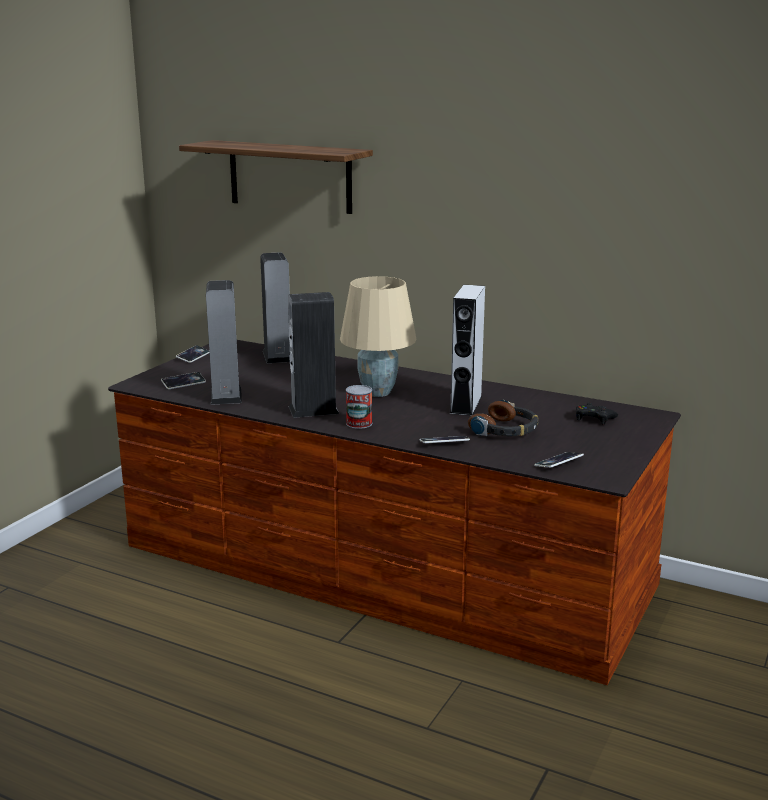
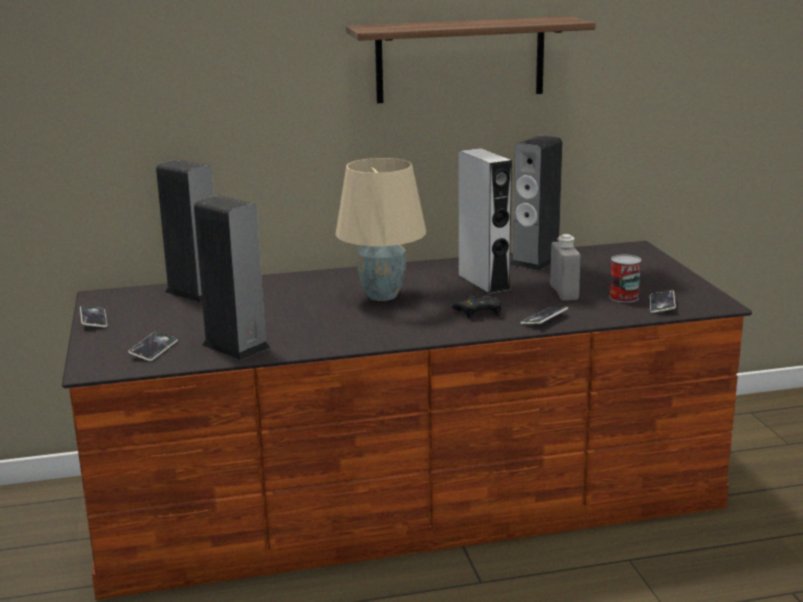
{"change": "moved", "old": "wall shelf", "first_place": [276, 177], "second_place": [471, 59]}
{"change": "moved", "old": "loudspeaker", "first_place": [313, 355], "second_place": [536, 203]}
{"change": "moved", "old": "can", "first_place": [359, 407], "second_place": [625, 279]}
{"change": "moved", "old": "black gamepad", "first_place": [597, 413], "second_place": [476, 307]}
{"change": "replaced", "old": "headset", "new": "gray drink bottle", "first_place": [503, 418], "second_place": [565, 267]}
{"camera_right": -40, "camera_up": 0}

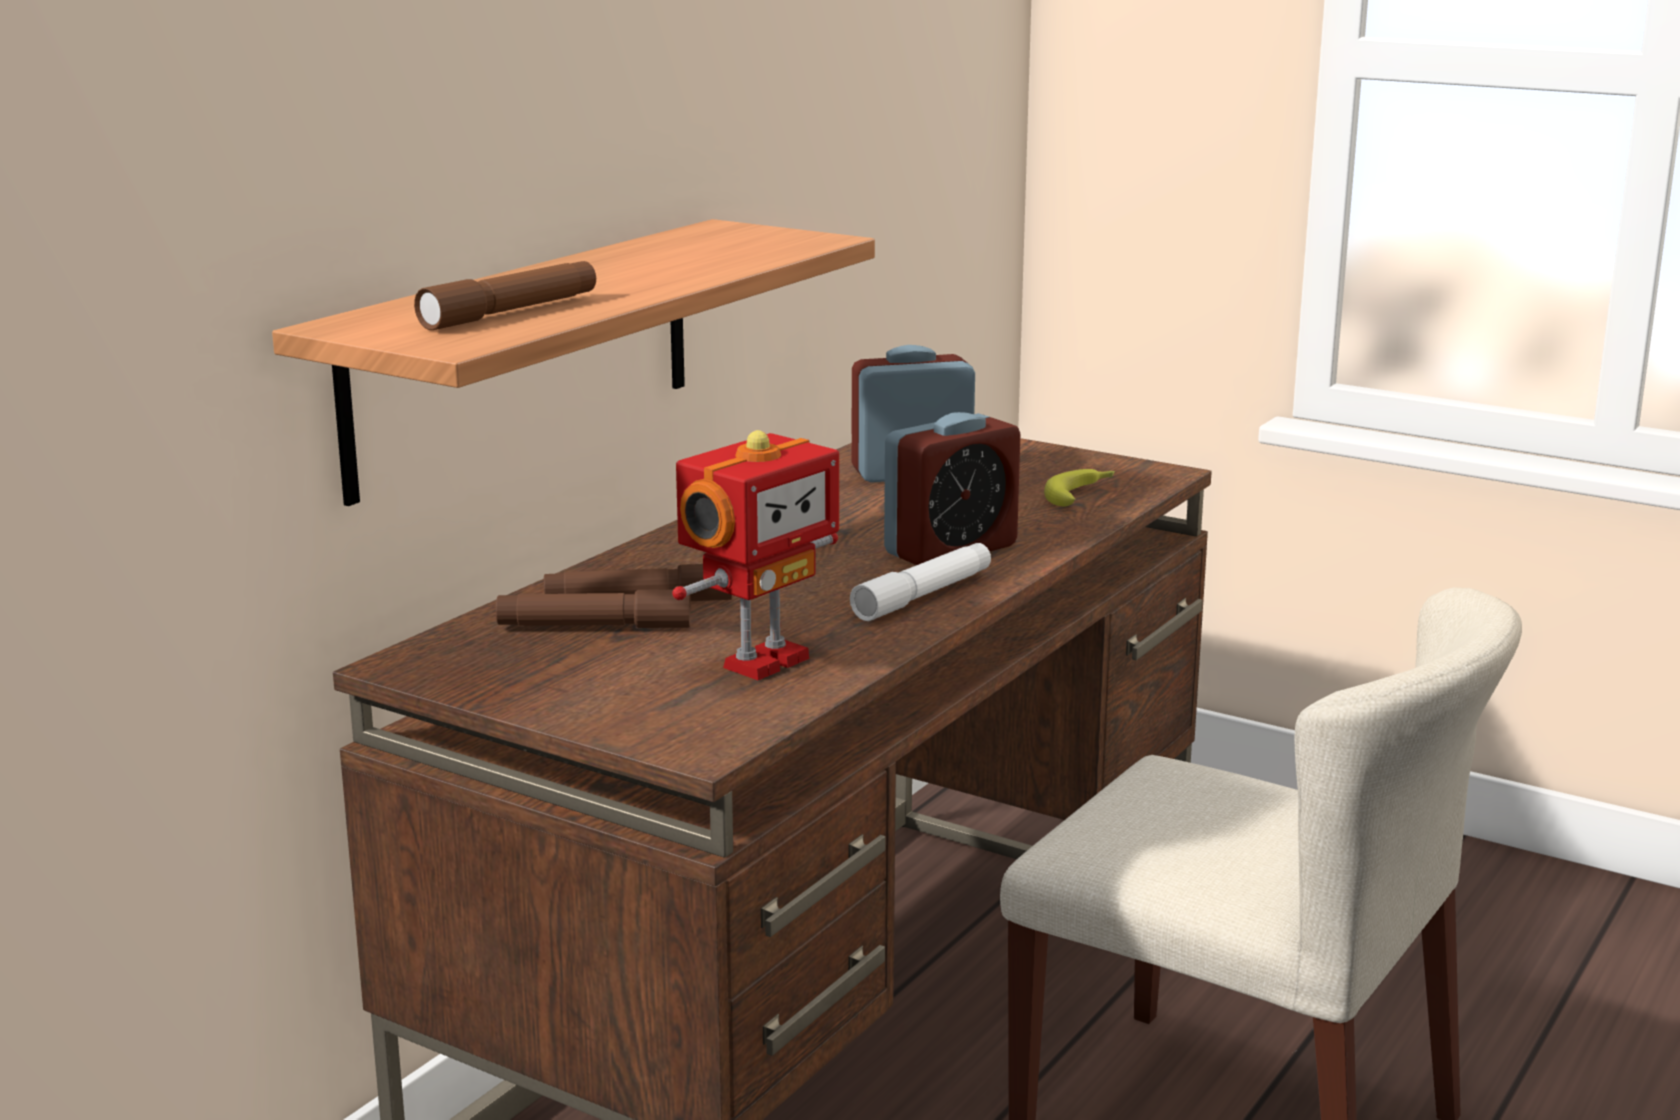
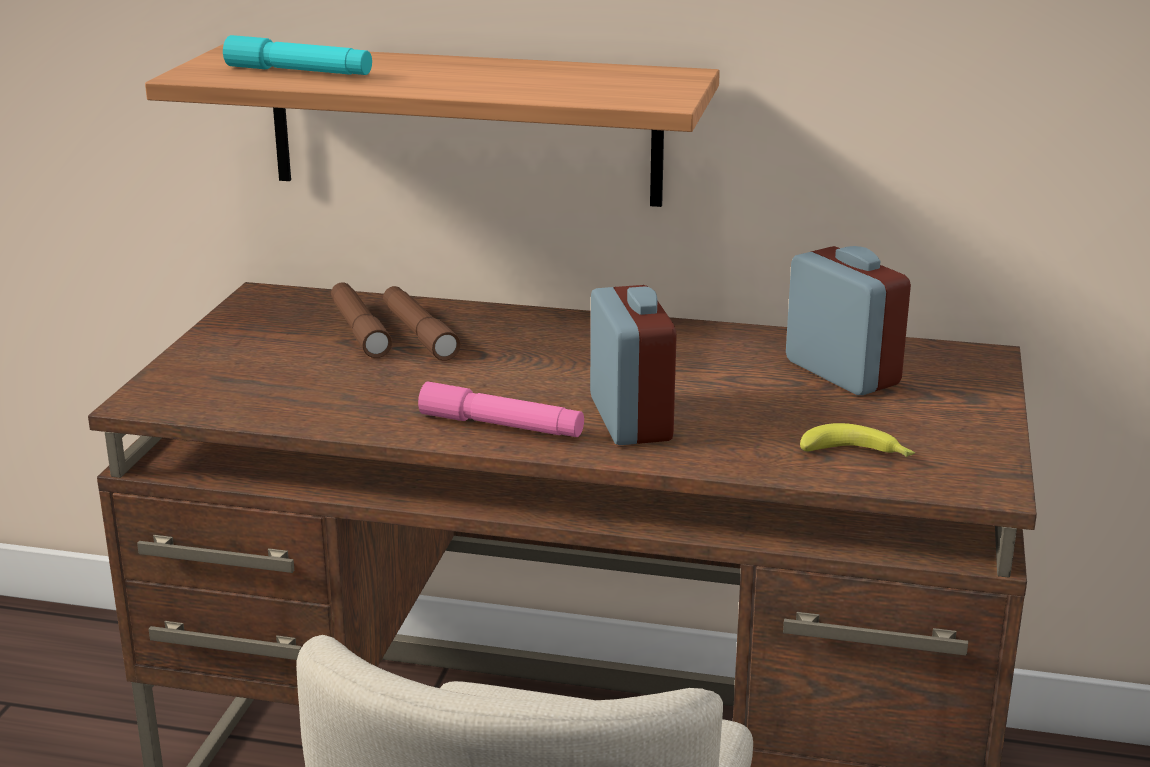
{"change": "removed", "old": "model robot", "first_place": [755, 555]}
{"change": "recoloured", "old": "brownish torch", "new": "turquoise-coloured torch", "first_place": [505, 295], "second_place": [297, 55]}
{"change": "recoloured", "old": "white torch", "new": "pinkish torch", "first_place": [920, 582], "second_place": [501, 409]}
{"change": "turned", "old": "bedside clock", "first_place": [952, 488], "second_place": [633, 365], "degrees": -135}
{"camera_right": 70, "camera_up": 5}

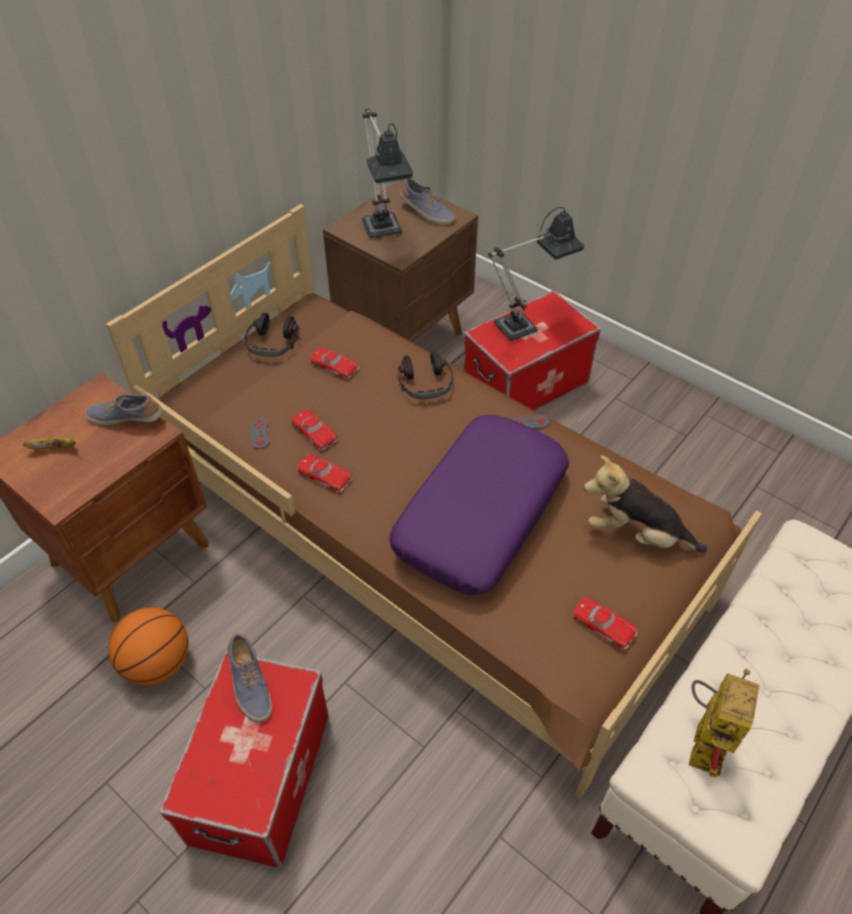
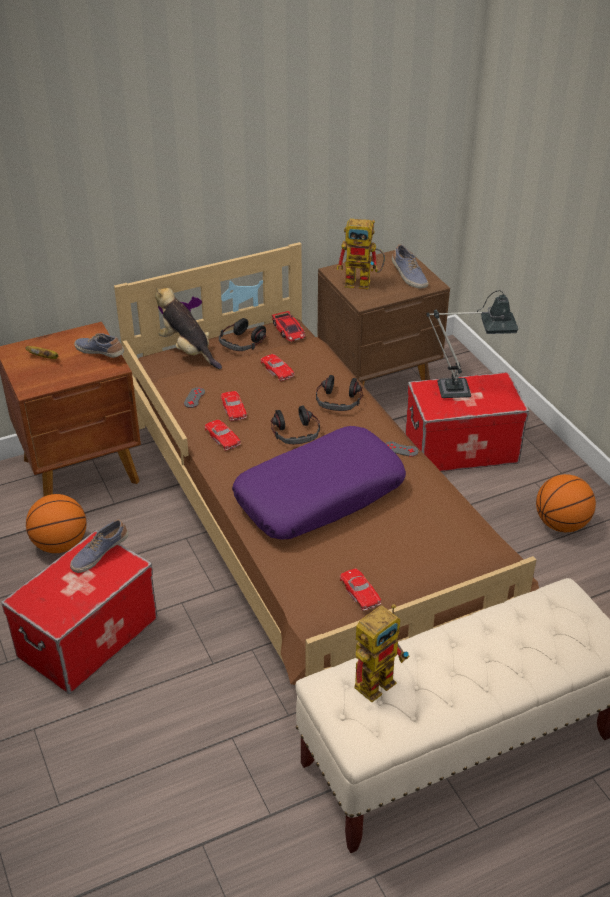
{"change": "added", "new": "headset", "second_place": [295, 425]}
{"change": "added", "new": "model car", "second_place": [288, 326]}
{"change": "added", "new": "basketball", "second_place": [566, 503]}
{"change": "moved", "old": "cuddly toy", "first_place": [646, 504], "second_place": [188, 328]}
{"change": "replaced", "old": "tabletop lamp", "new": "model robot", "first_place": [387, 173], "second_place": [360, 254]}
{"change": "turned", "old": "shoe", "first_place": [249, 678], "second_place": [99, 546], "degrees": 45}
{"camera_right": 25, "camera_up": -10}

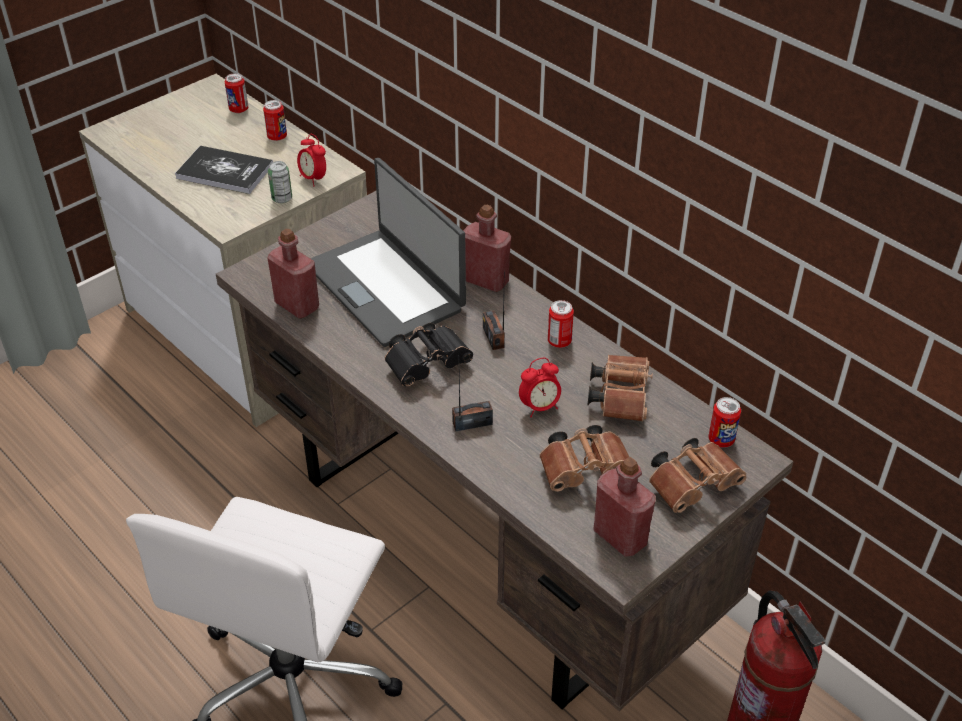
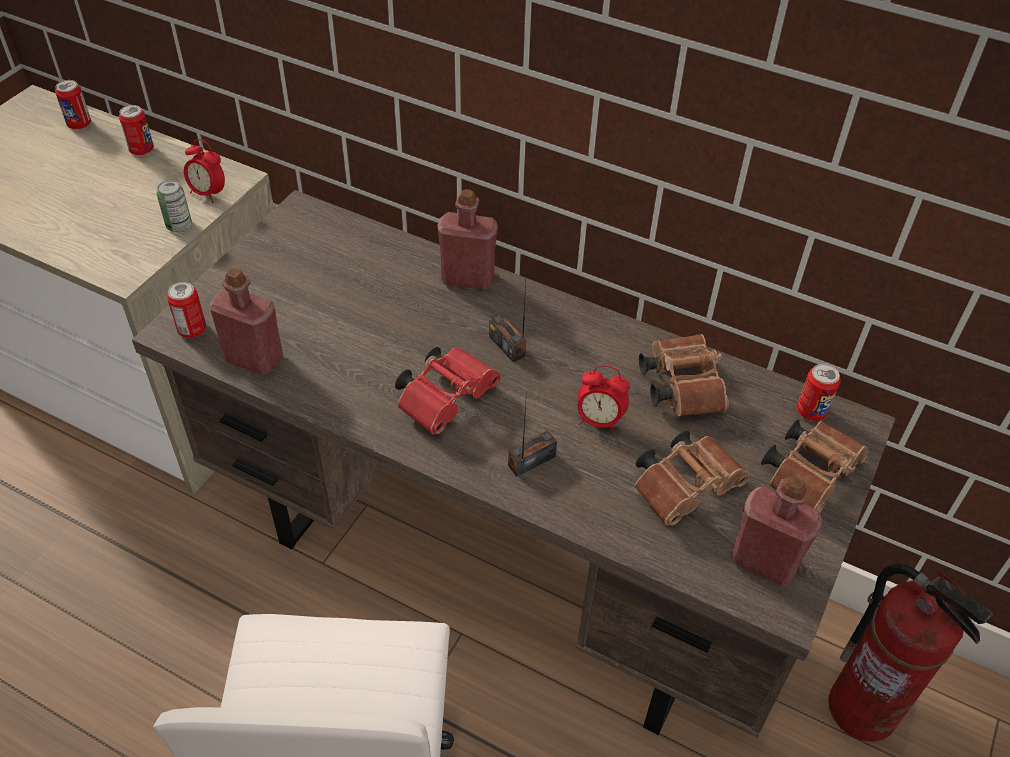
{"change": "removed", "old": "bound book", "first_place": [224, 170]}
{"change": "removed", "old": "laptop", "first_place": [388, 252]}
{"change": "moved", "old": "can", "first_place": [561, 324], "second_place": [186, 310]}
{"change": "recoloured", "old": "black pair of binoculars", "new": "red-coloured pair of binoculars", "first_place": [429, 354], "second_place": [448, 391]}
{"change": "turned", "old": "bedside clock", "first_place": [540, 387], "second_place": [603, 399], "degrees": 60}
{"camera_right": -20, "camera_up": 5}

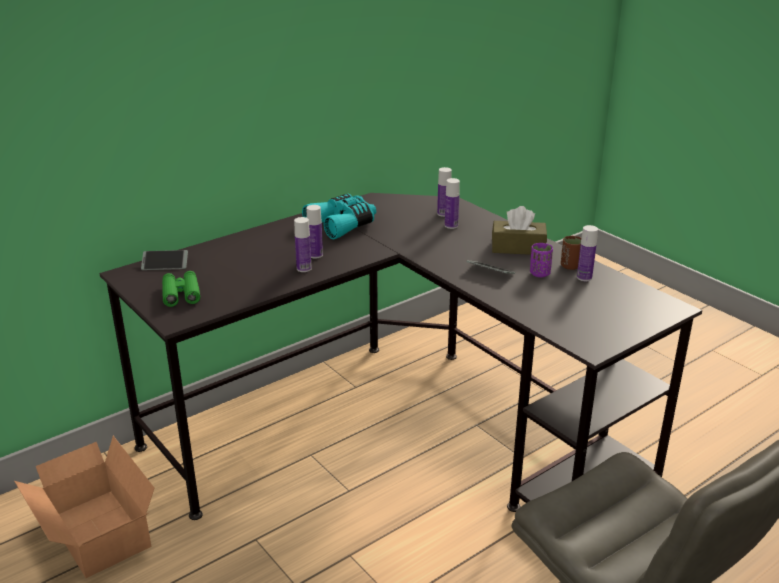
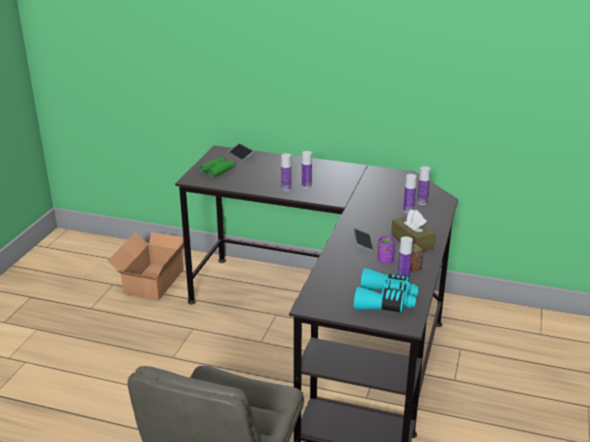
{"change": "moved", "old": "turquoise-coloured pair of binoculars", "first_place": [339, 216], "second_place": [386, 290]}
{"camera_right": 55, "camera_up": 0}

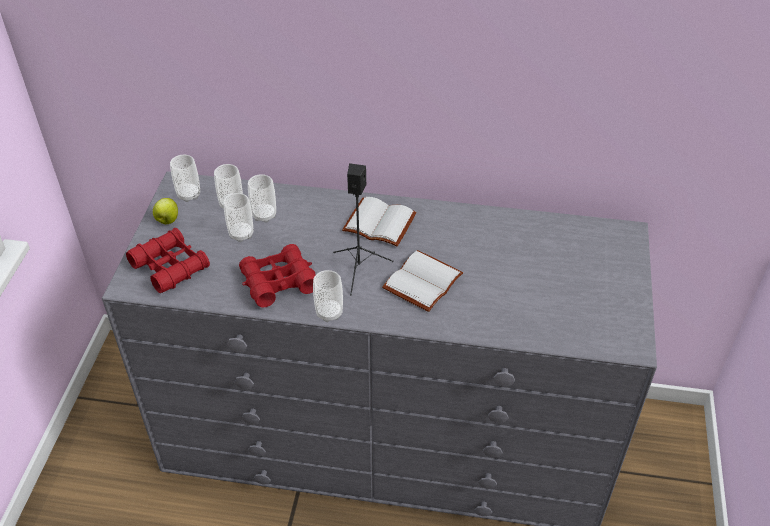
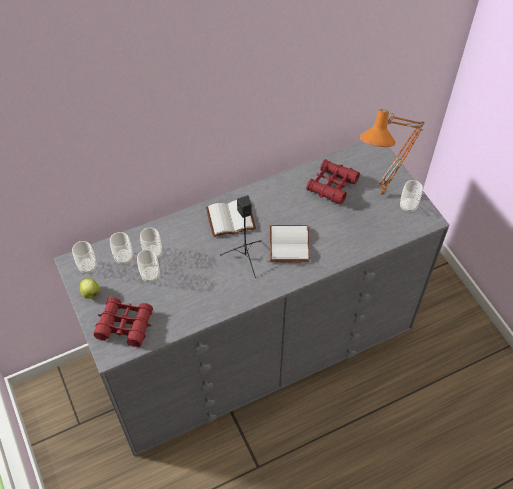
{"change": "added", "new": "orangey tabletop lamp", "second_place": [392, 152]}
{"change": "moved", "old": "red-coloured pair of binoculars", "first_place": [277, 276], "second_place": [333, 181]}
{"change": "moved", "old": "small cup", "first_place": [328, 296], "second_place": [411, 196]}
{"camera_right": -35, "camera_up": 10}

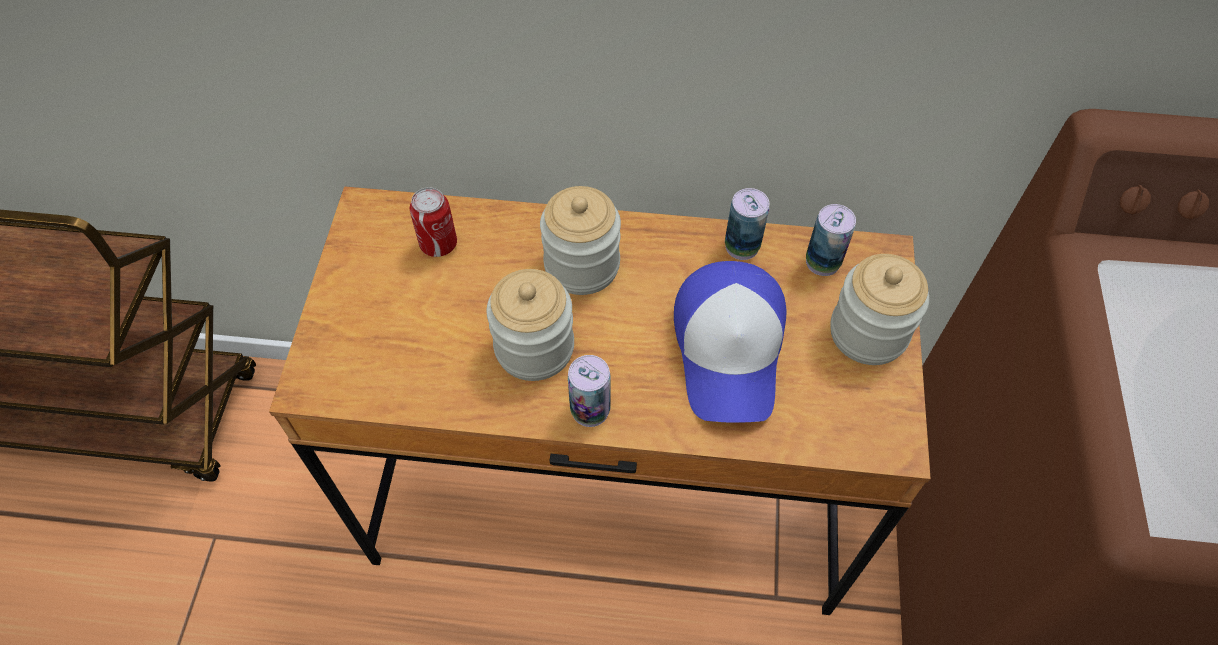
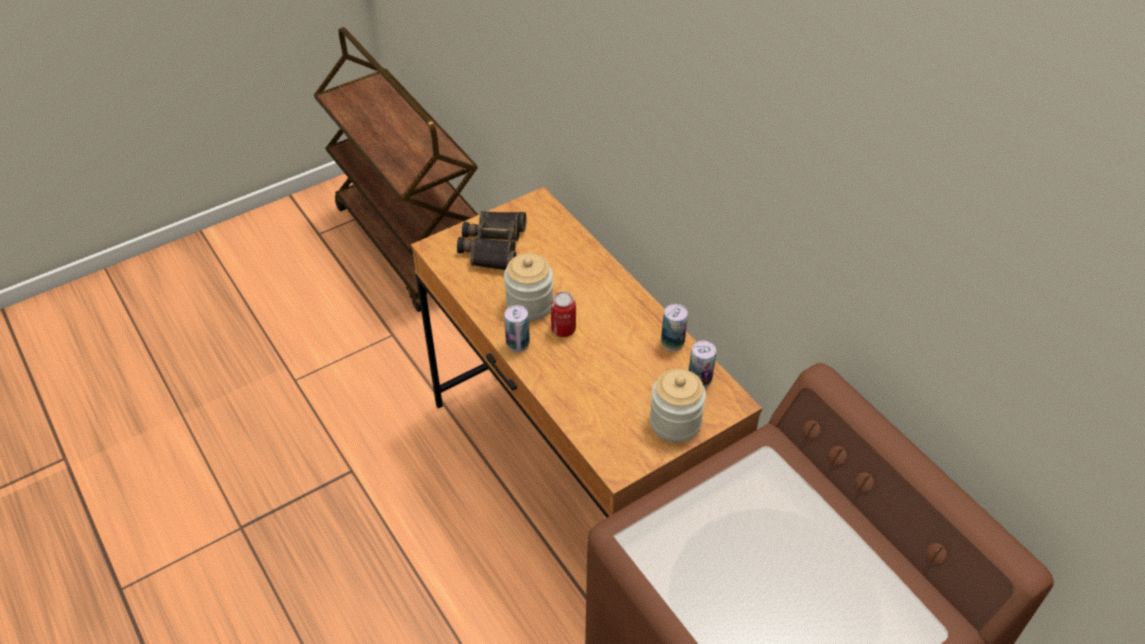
{"change": "removed", "old": "preserve jar", "first_place": [580, 240]}
{"change": "removed", "old": "baseball cap", "first_place": [730, 342]}
{"change": "added", "new": "pair of binoculars", "second_place": [491, 240]}
{"change": "moved", "old": "can", "first_place": [433, 222], "second_place": [563, 314]}
{"camera_right": 50, "camera_up": -10}

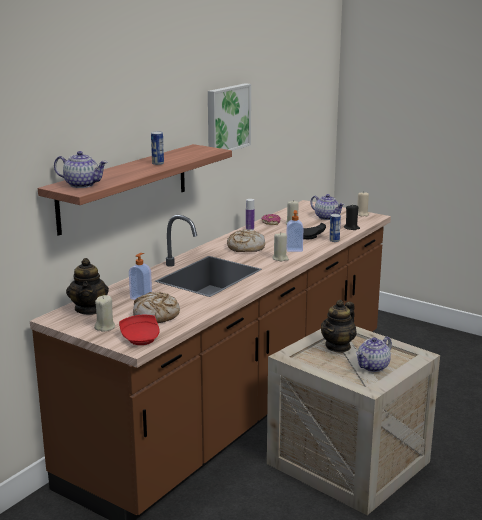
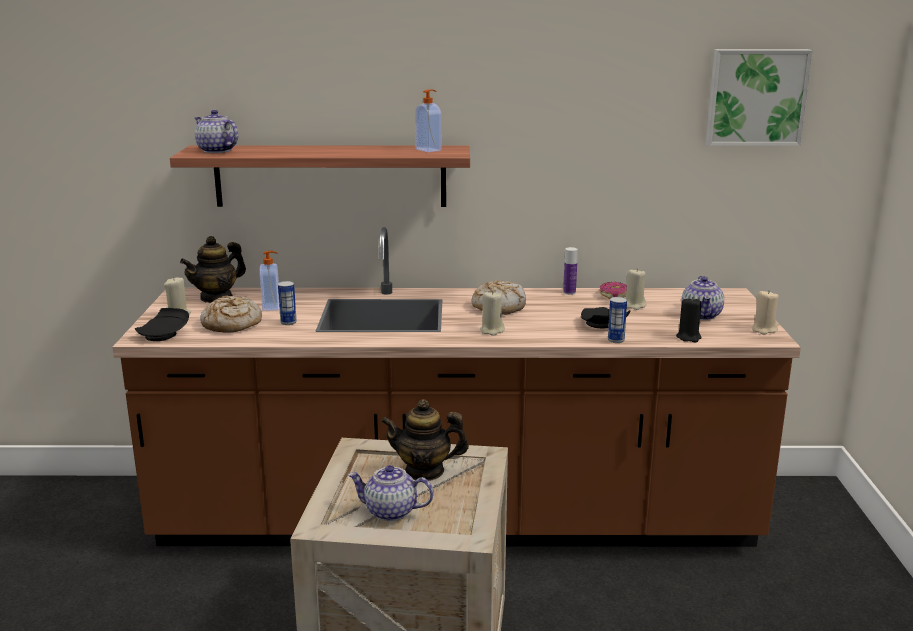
{"change": "moved", "old": "can", "first_place": [157, 148], "second_place": [287, 303]}
{"change": "moved", "old": "wall art", "first_place": [229, 117], "second_place": [759, 97]}
{"change": "moved", "old": "liquid soap bottle", "first_place": [295, 231], "second_place": [428, 120]}
{"change": "recoloured", "old": "red-coloured plate", "new": "black plate", "first_place": [139, 330], "second_place": [162, 324]}
{"change": "turned", "old": "pot for tea", "first_place": [81, 169], "second_place": [216, 131], "degrees": 150}
{"camera_right": 55, "camera_up": 0}

